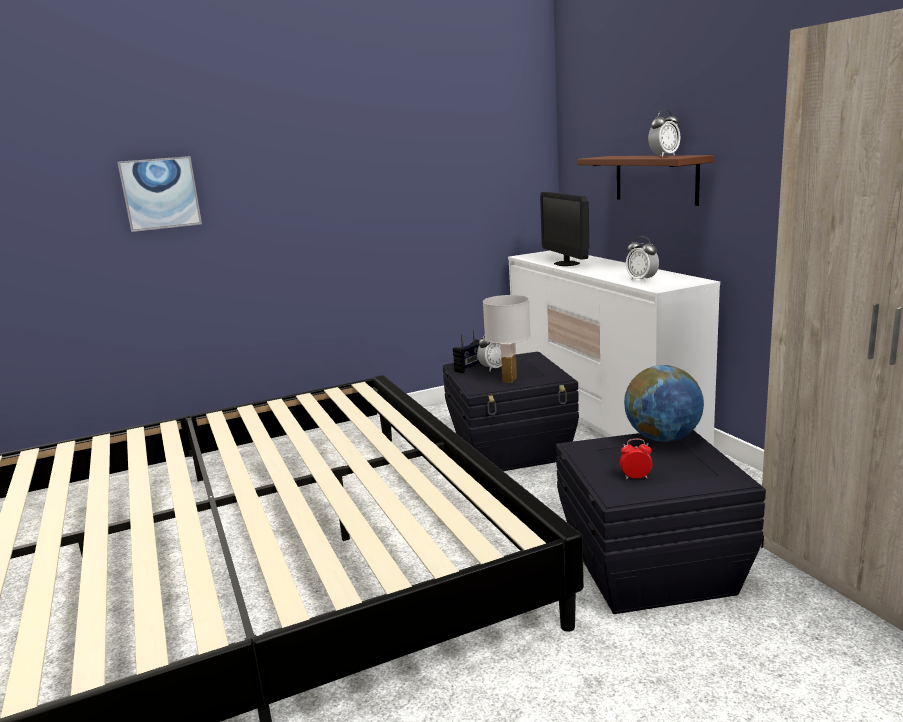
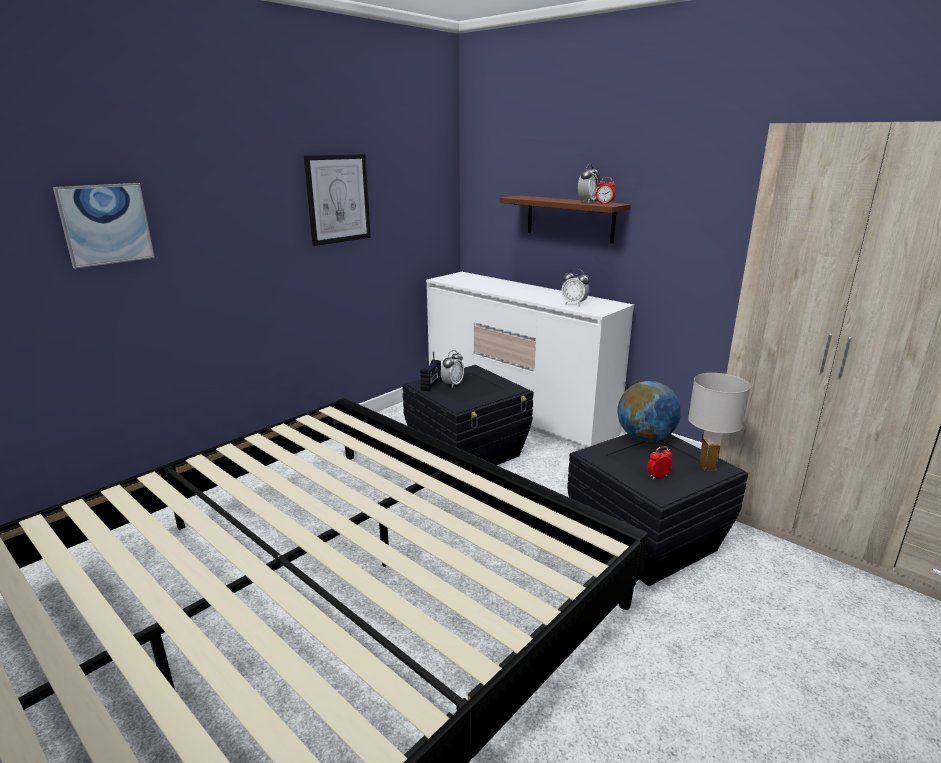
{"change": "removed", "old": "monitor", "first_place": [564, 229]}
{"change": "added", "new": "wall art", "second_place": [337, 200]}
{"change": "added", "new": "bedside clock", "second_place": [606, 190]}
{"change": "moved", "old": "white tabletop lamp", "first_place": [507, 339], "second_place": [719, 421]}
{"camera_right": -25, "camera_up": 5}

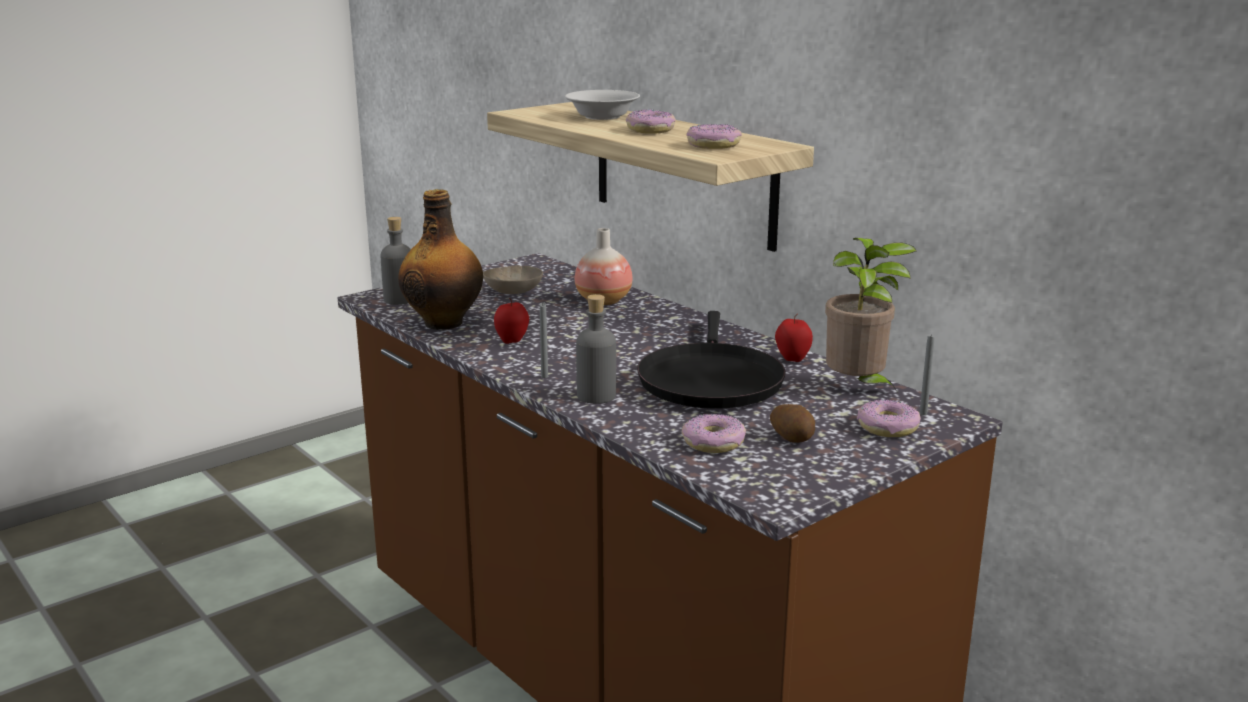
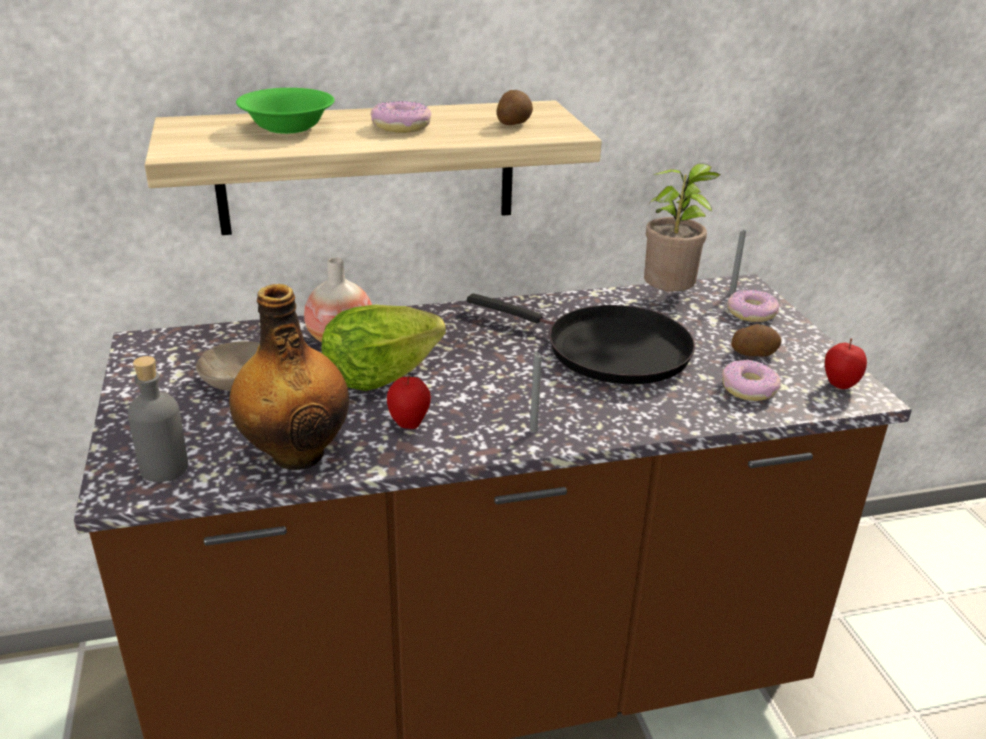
{"change": "removed", "old": "gray drink bottle", "first_place": [596, 349]}
{"change": "added", "new": "lettuce", "second_place": [384, 348]}
{"change": "moved", "old": "apple fruit", "first_place": [794, 338], "second_place": [846, 364]}
{"change": "replaced", "old": "donut", "new": "spud", "first_place": [714, 136], "second_place": [515, 107]}
{"change": "recoloured", "old": "white deep dish", "new": "greenish deep dish", "first_place": [602, 105], "second_place": [285, 111]}
{"camera_right": -65, "camera_up": 10}

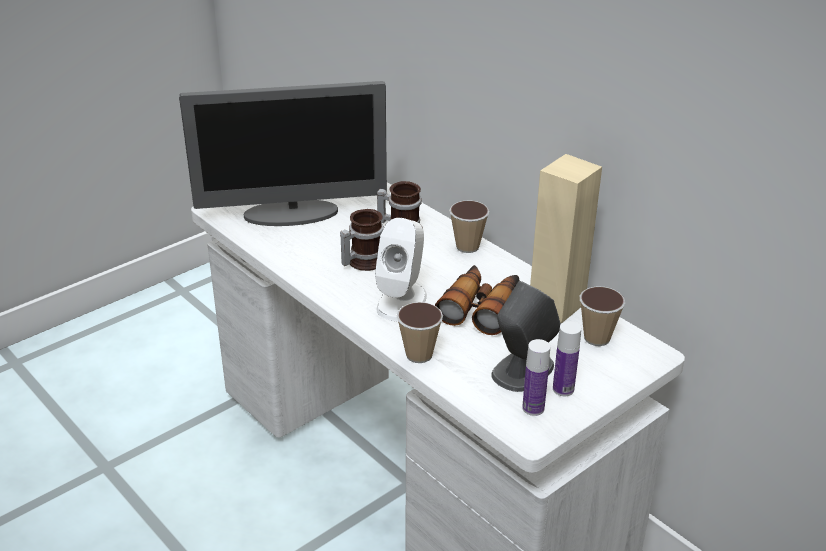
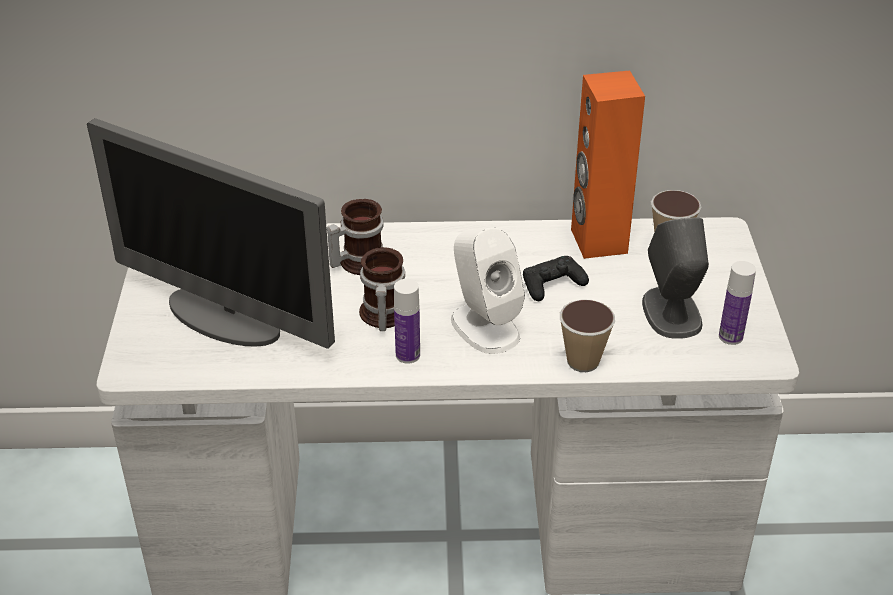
{"change": "removed", "old": "small cup", "first_place": [469, 226]}
{"change": "moved", "old": "drink bottle", "first_place": [567, 358], "second_place": [407, 321]}
{"change": "replaced", "old": "pair of binoculars", "new": "black gamepad", "first_place": [477, 300], "second_place": [556, 278]}
{"change": "recoloured", "old": "beige loudspeaker", "new": "orangey loudspeaker", "first_place": [566, 238], "second_place": [608, 165]}
{"change": "turned", "old": "monitor", "first_place": [283, 153], "second_place": [211, 233], "degrees": 90}
{"camera_right": -50, "camera_up": 5}

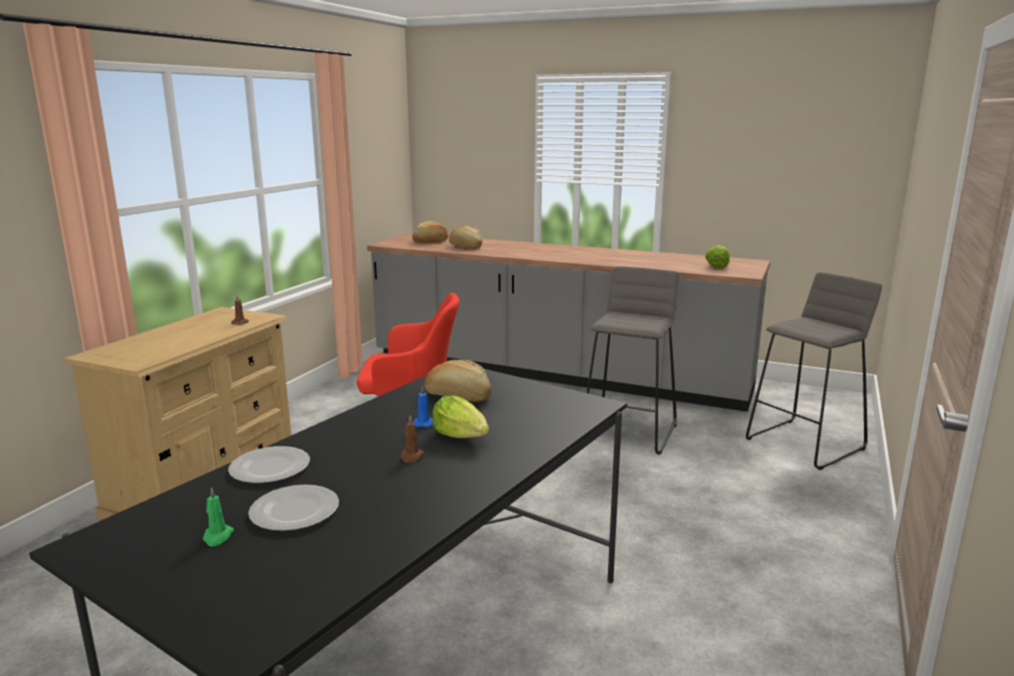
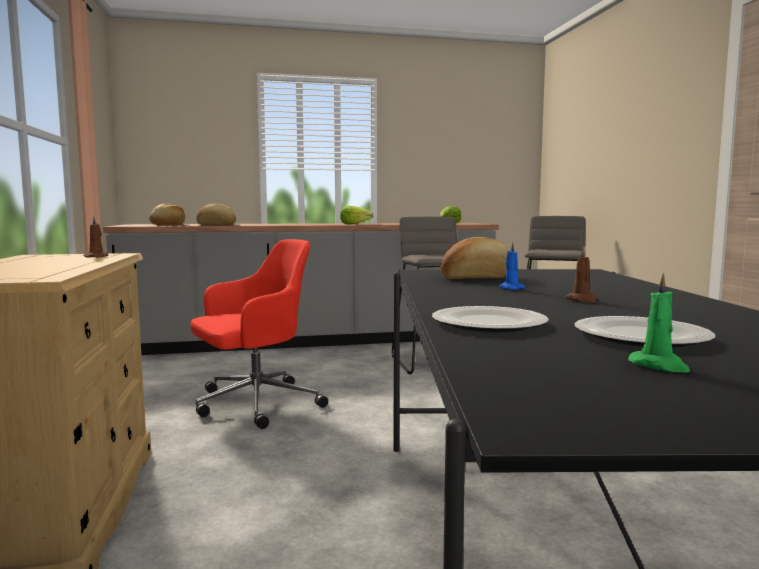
{"change": "moved", "old": "lettuce", "first_place": [460, 416], "second_place": [356, 215]}
{"camera_right": -35, "camera_up": -10}

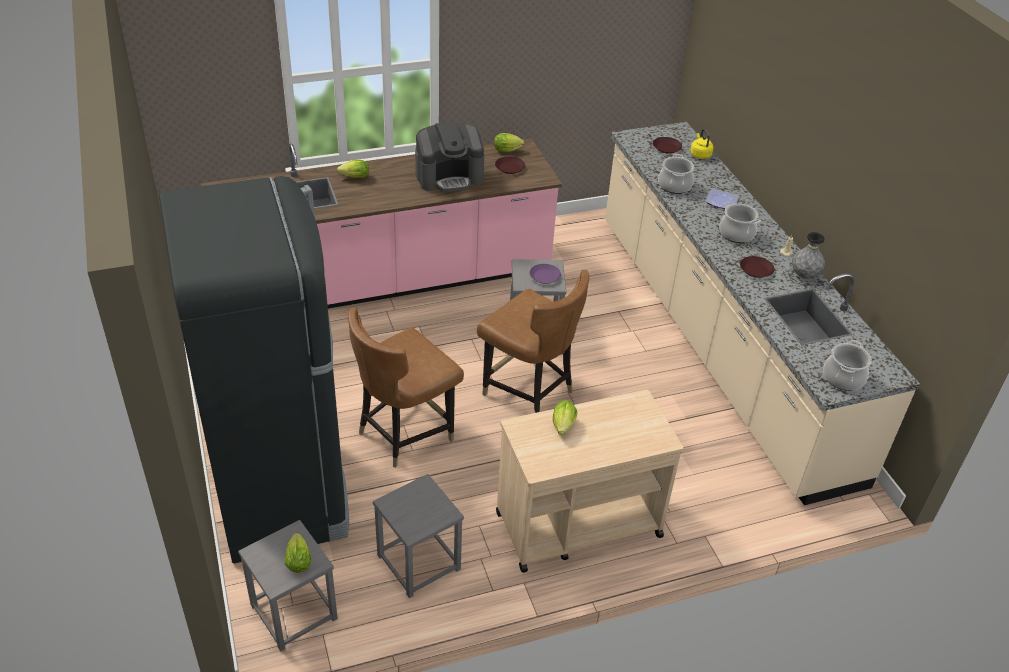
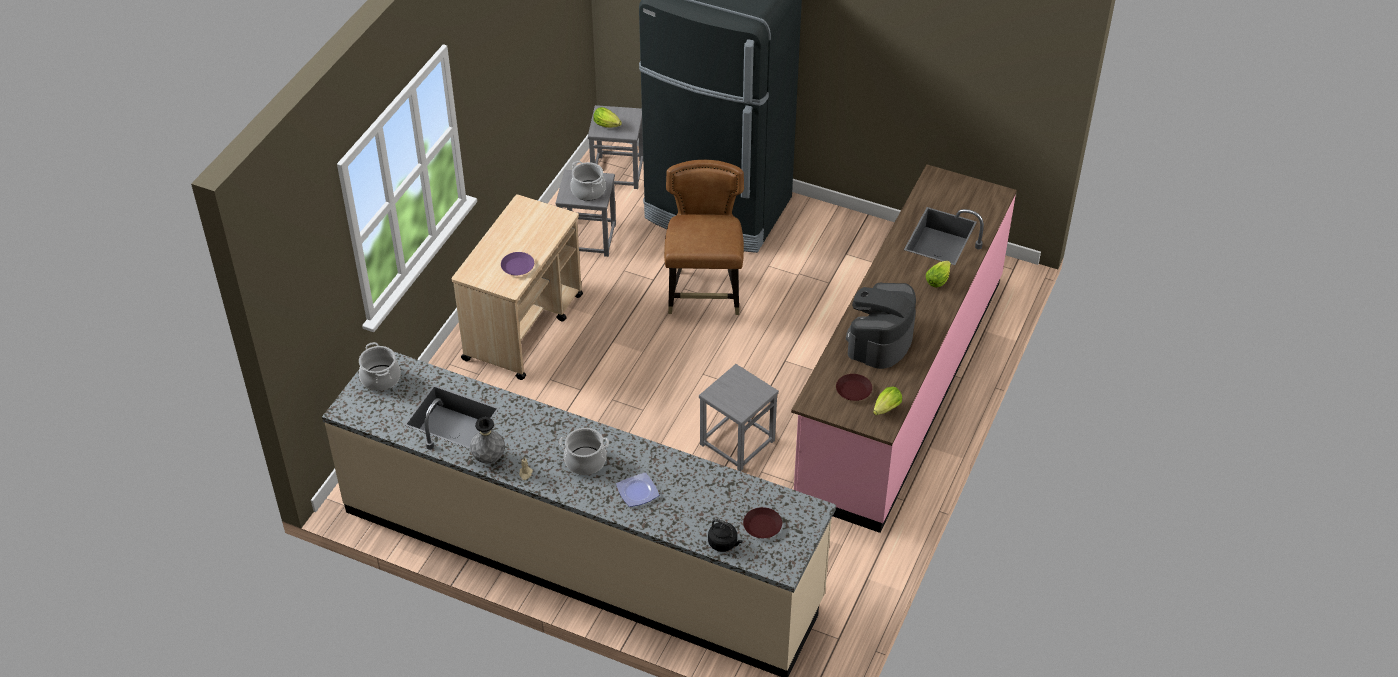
{"change": "removed", "old": "brownish chair", "first_place": [533, 341]}
{"change": "removed", "old": "lettuce", "first_place": [565, 417]}
{"change": "removed", "old": "brownish plate", "first_place": [757, 267]}
{"change": "moved", "old": "purple plate", "first_place": [545, 274], "second_place": [517, 263]}
{"change": "moved", "old": "stockpot", "first_place": [676, 174], "second_place": [588, 181]}
{"change": "recoloured", "old": "yellowish water kettle", "new": "black water kettle", "first_place": [702, 144], "second_place": [725, 535]}
{"camera_right": 135, "camera_up": 5}

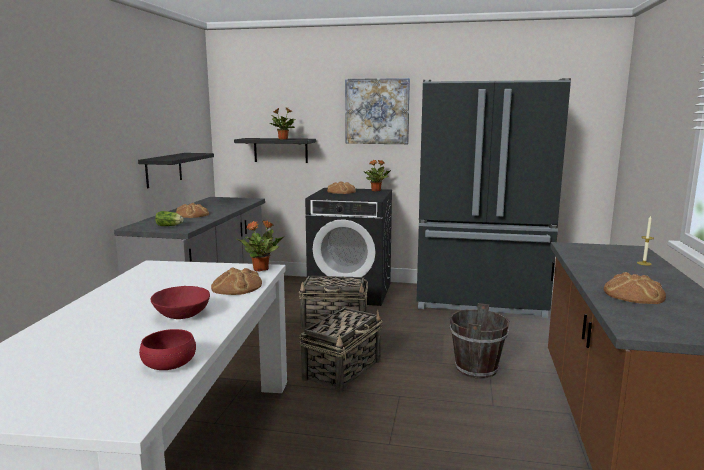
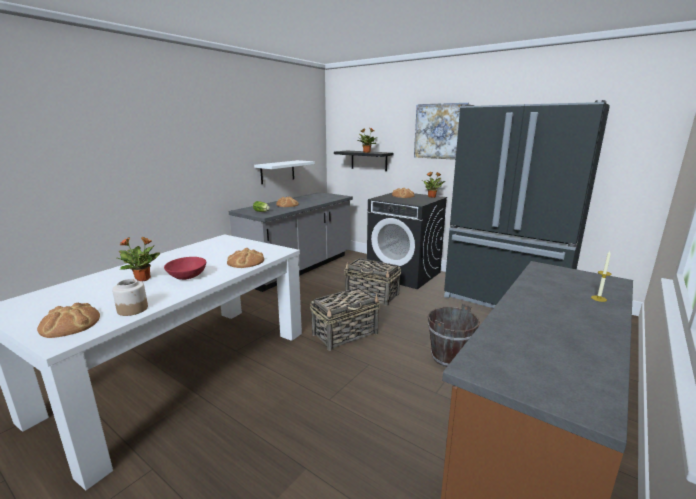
{"change": "moved", "old": "potted plant", "first_place": [260, 246], "second_place": [138, 258]}
{"change": "moved", "old": "bread", "first_place": [634, 288], "second_place": [68, 320]}
{"change": "replaced", "old": "red-coloured deep dish", "new": "preserve jar", "first_place": [167, 349], "second_place": [130, 297]}
{"change": "recoloured", "old": "black wall shelf", "new": "white wall shelf", "first_place": [176, 170], "second_place": [284, 172]}
{"camera_right": 25, "camera_up": 5}

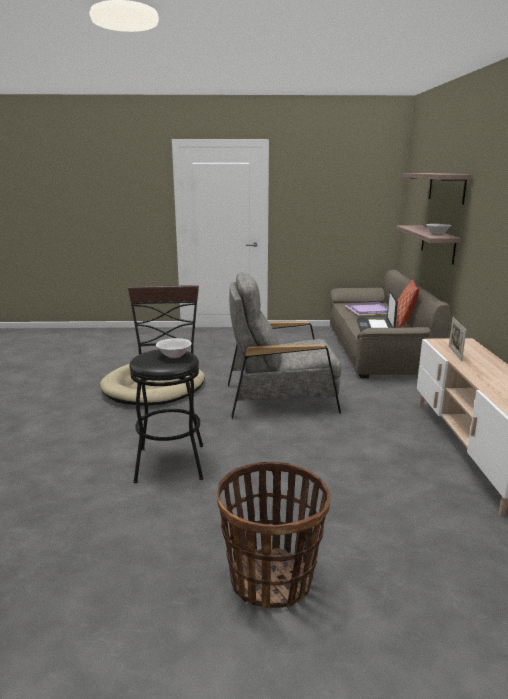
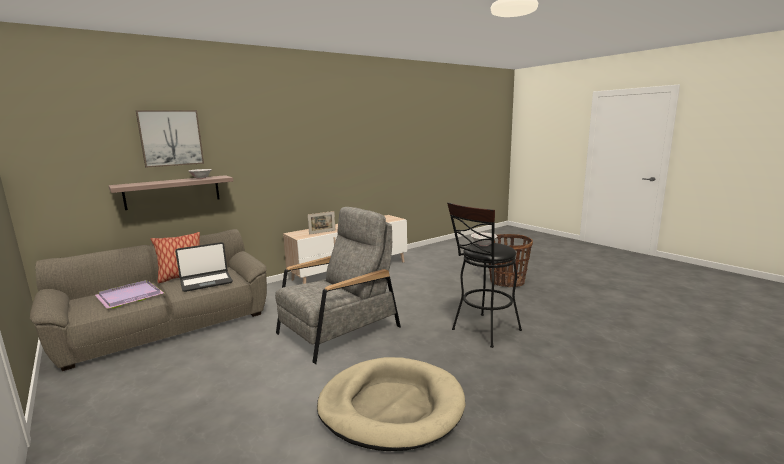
{"change": "replaced", "old": "wall shelf", "new": "wall art", "first_place": [437, 189], "second_place": [170, 138]}
{"change": "turned", "old": "gray easy chair", "first_place": [284, 345], "second_place": [338, 285], "degrees": -90}
{"camera_right": -125, "camera_up": -5}

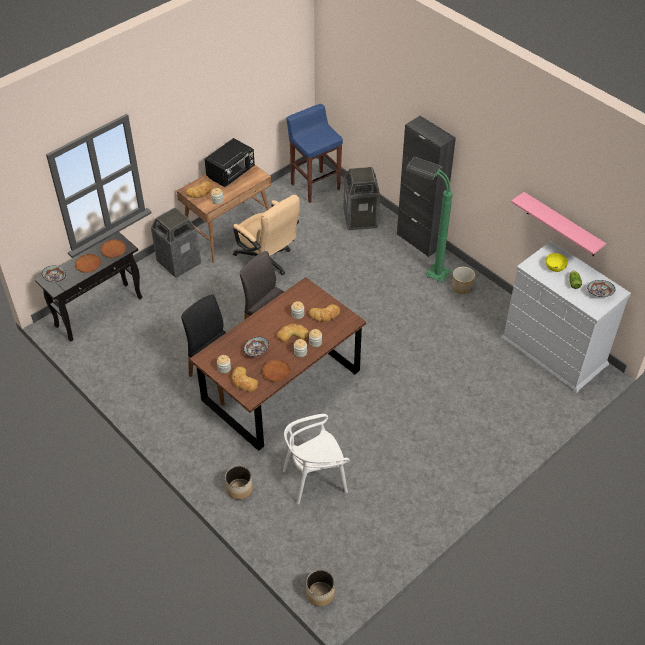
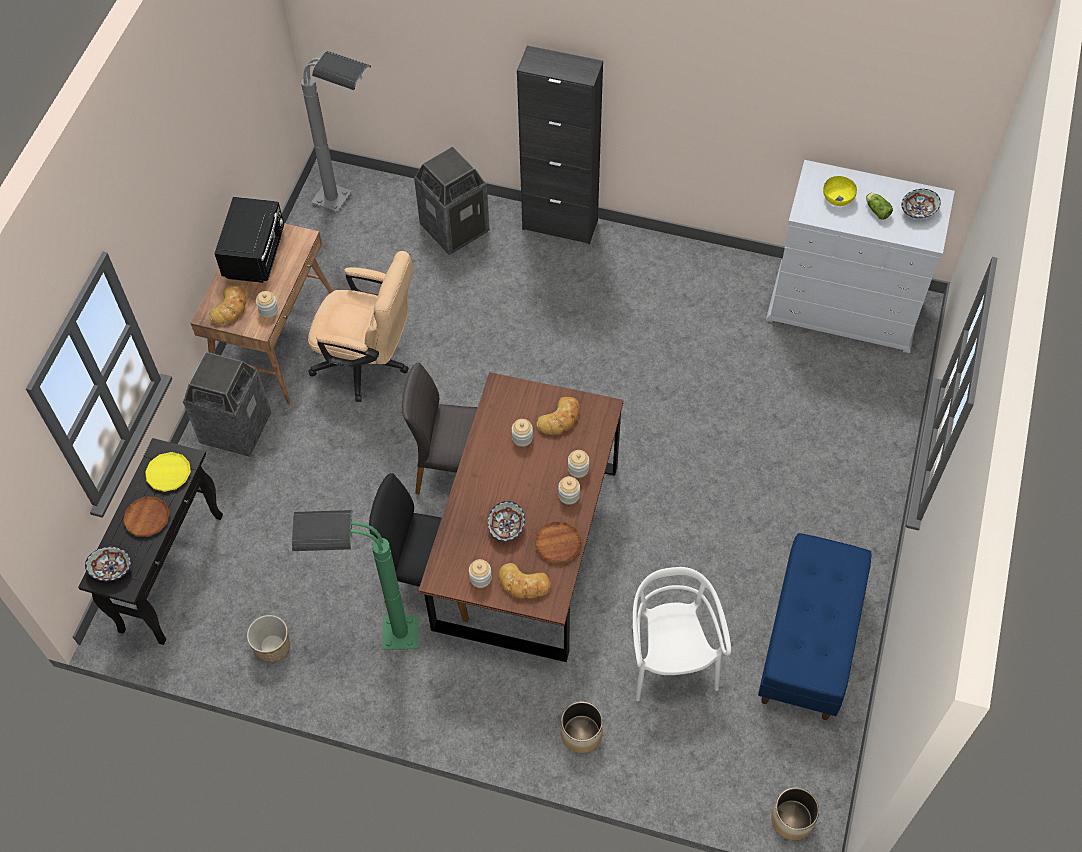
{"change": "removed", "old": "bread", "first_place": [292, 333]}
{"change": "removed", "old": "pinkish wall shelf", "first_place": [558, 224]}
{"change": "added", "new": "blue bench", "second_place": [815, 626]}
{"change": "moved", "old": "greenish standing lamp", "first_place": [429, 219], "second_place": [355, 580]}
{"change": "moved", "old": "plant pot", "first_place": [463, 280], "second_place": [268, 639]}
{"change": "replaced", "old": "blue sitting stool", "new": "gray standing lamp", "first_place": [314, 153], "second_place": [336, 131]}
{"change": "recoloured", "old": "brownish plate", "new": "yellowish plate", "first_place": [113, 248], "second_place": [168, 472]}
{"change": "turned", "old": "white chair", "first_place": [316, 459], "second_place": [681, 634], "degrees": 135}
{"camera_right": -30, "camera_up": 10}

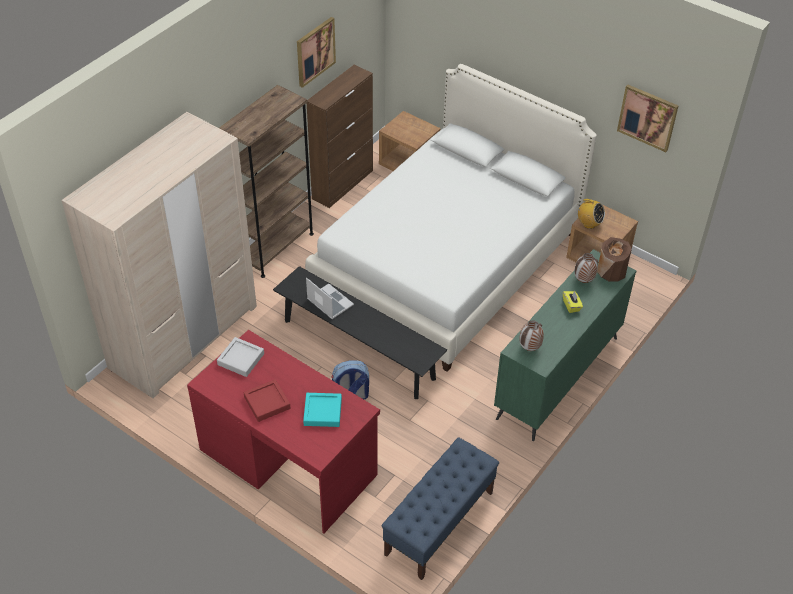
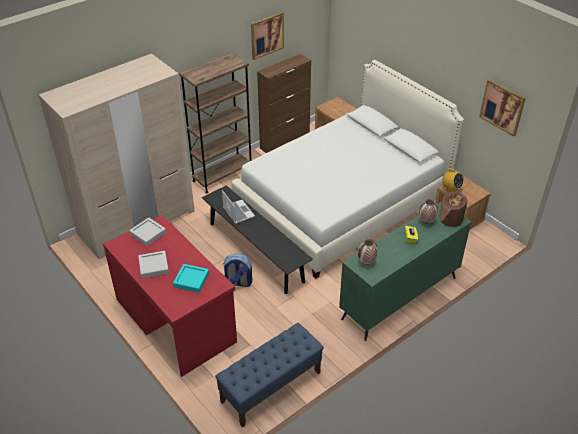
{"change": "recoloured", "old": "red-coloured tray", "new": "gray tray", "first_place": [267, 400], "second_place": [153, 264]}
{"camera_right": 15, "camera_up": -5}

